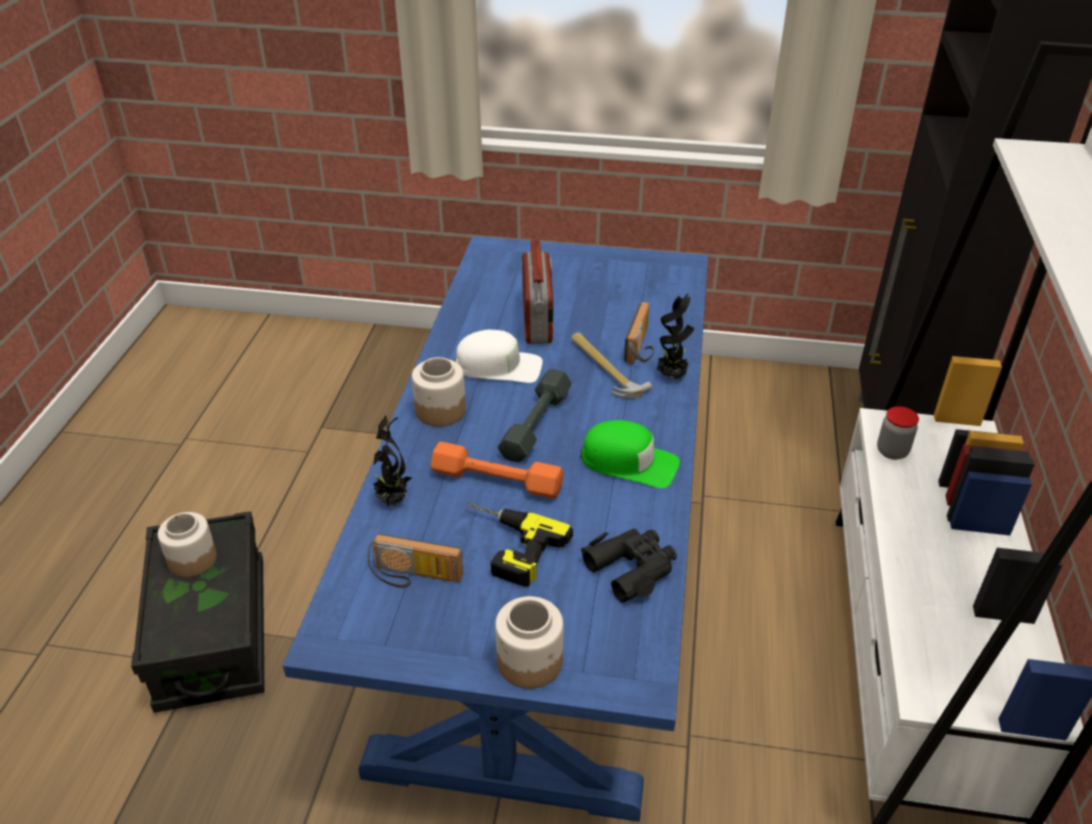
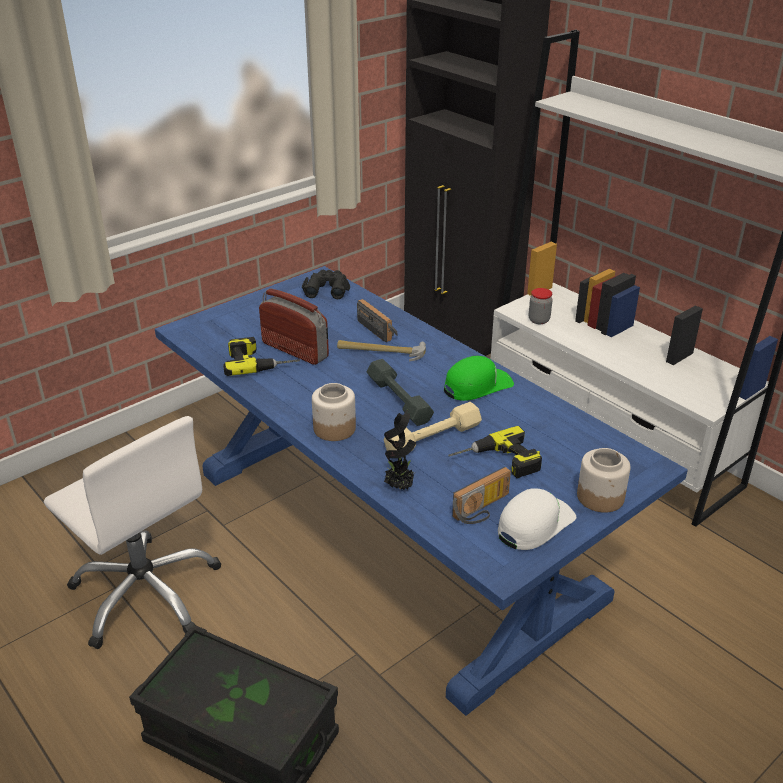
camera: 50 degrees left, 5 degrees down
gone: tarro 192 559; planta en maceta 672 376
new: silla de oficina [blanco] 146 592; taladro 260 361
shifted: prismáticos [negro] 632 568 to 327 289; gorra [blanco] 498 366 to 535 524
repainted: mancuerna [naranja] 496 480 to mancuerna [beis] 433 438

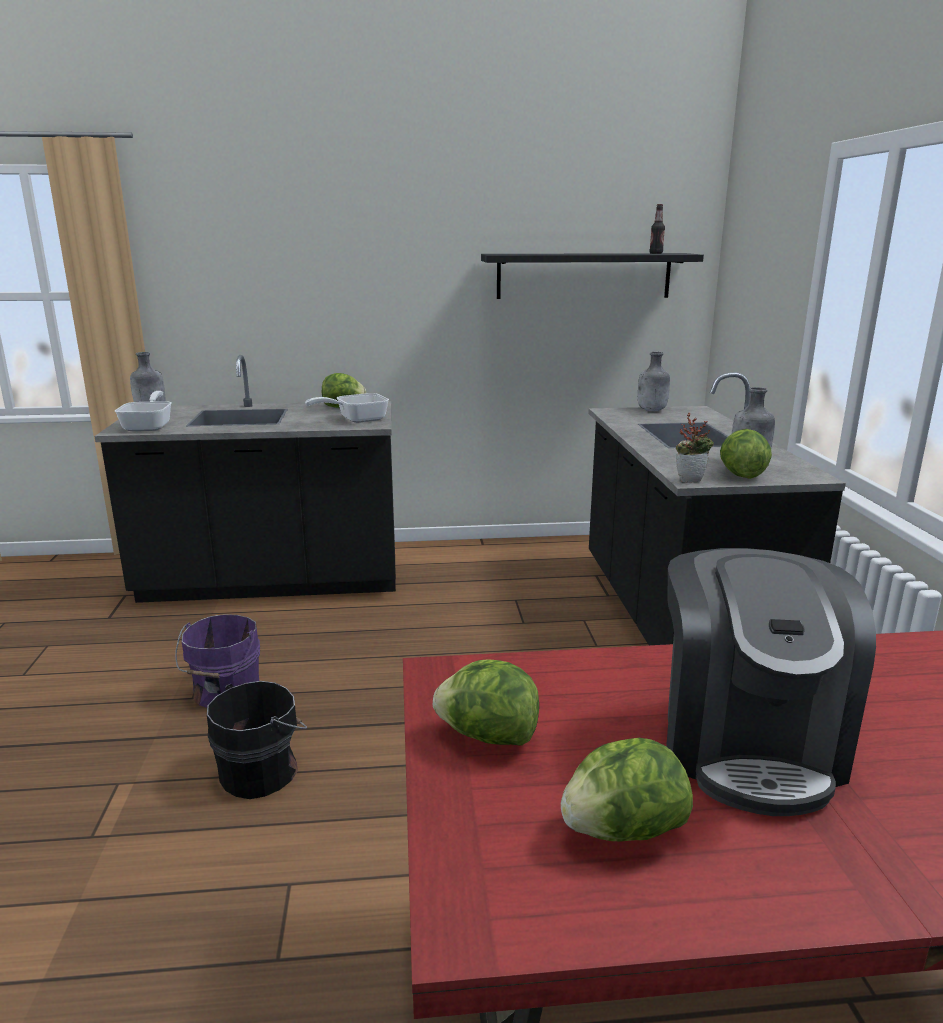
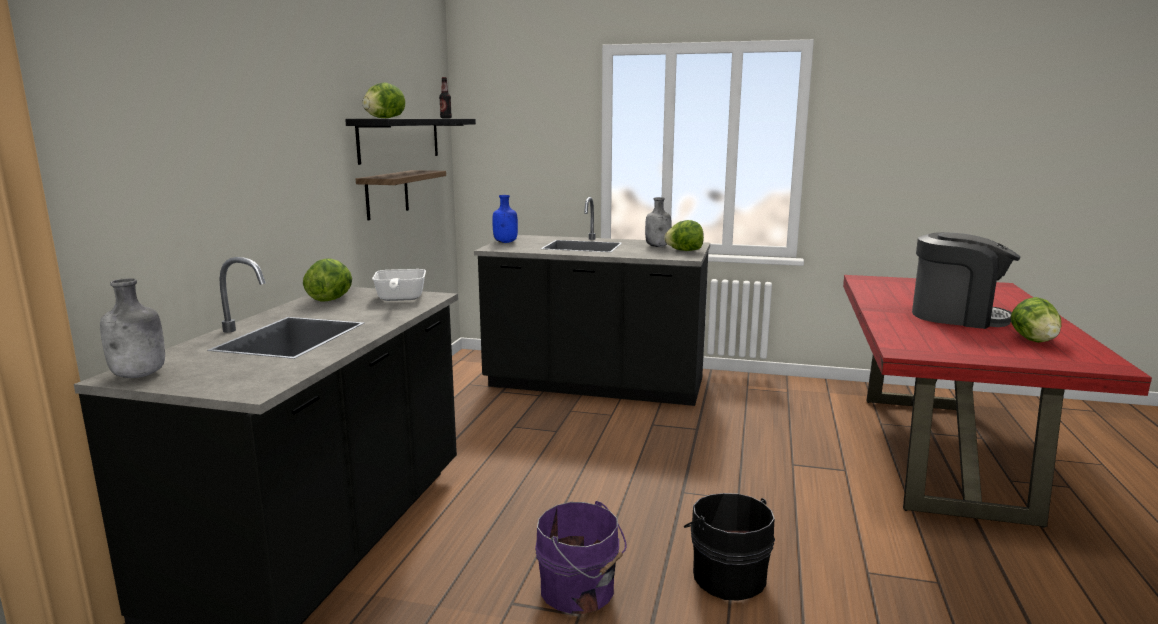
camera: 70 degrees left, 5 degrees down
gone: sartén 150 426; planta en maceta 690 480
new: estante 387 194
shifted: lechuga 488 737 to 384 118
repainted: botella [gris] 652 410 to botella [azul] 506 242

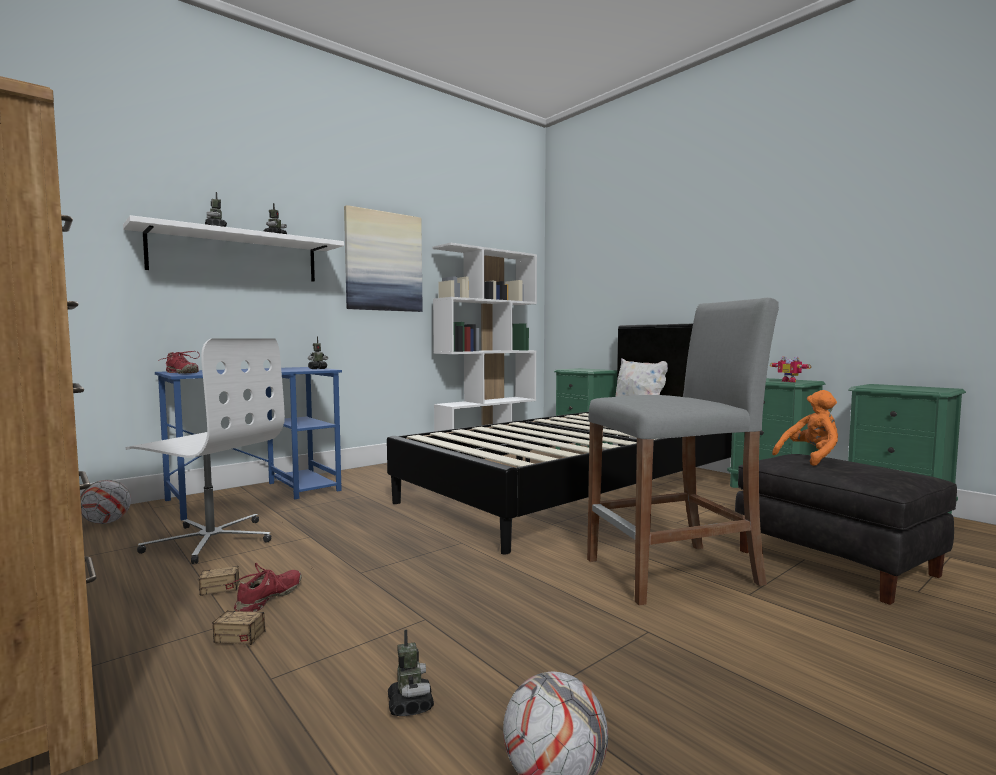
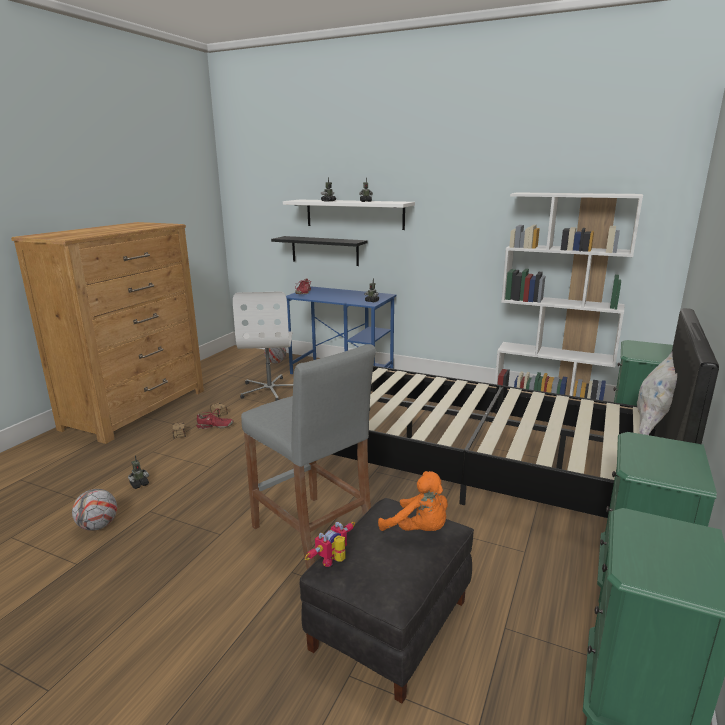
camera: 65 degrees right, 15 degrees up
gone: cuadro 383 262
new: estante [negro] 324 250
shifted: robot de juguete 790 381 to 334 562

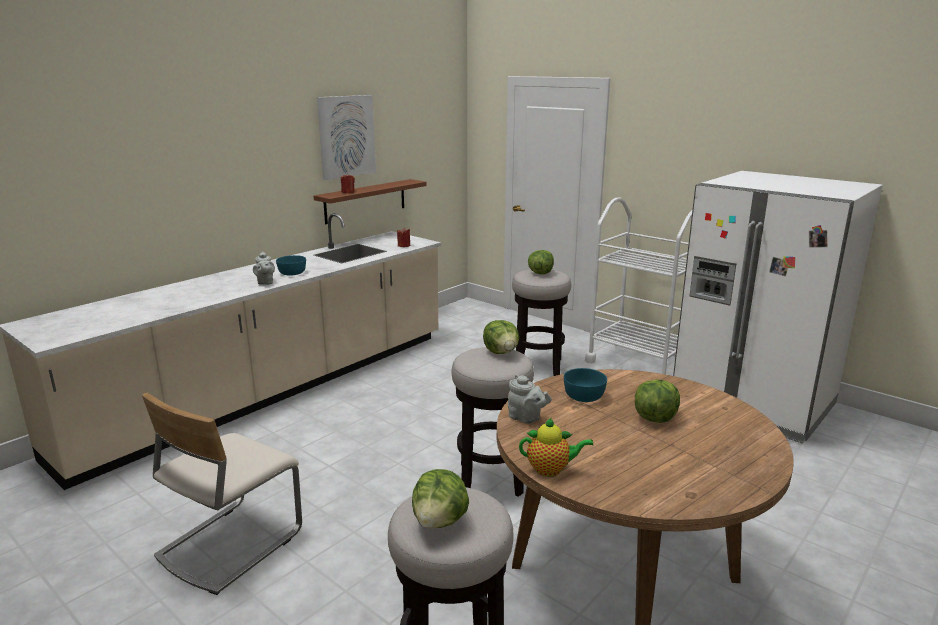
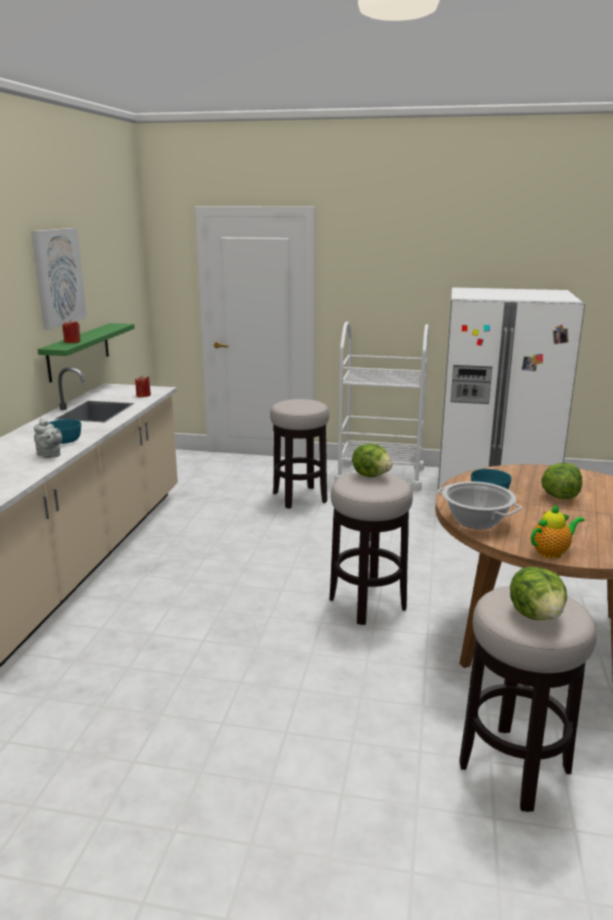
camera: 30 degrees left, 0 degrees up
gone: silla [beis] 229 544; lechuga 540 273
swapped: tetera [gris] 526 418 to olla 475 521
repainted: estante [marrón] 365 201 to estante [verde] 79 351

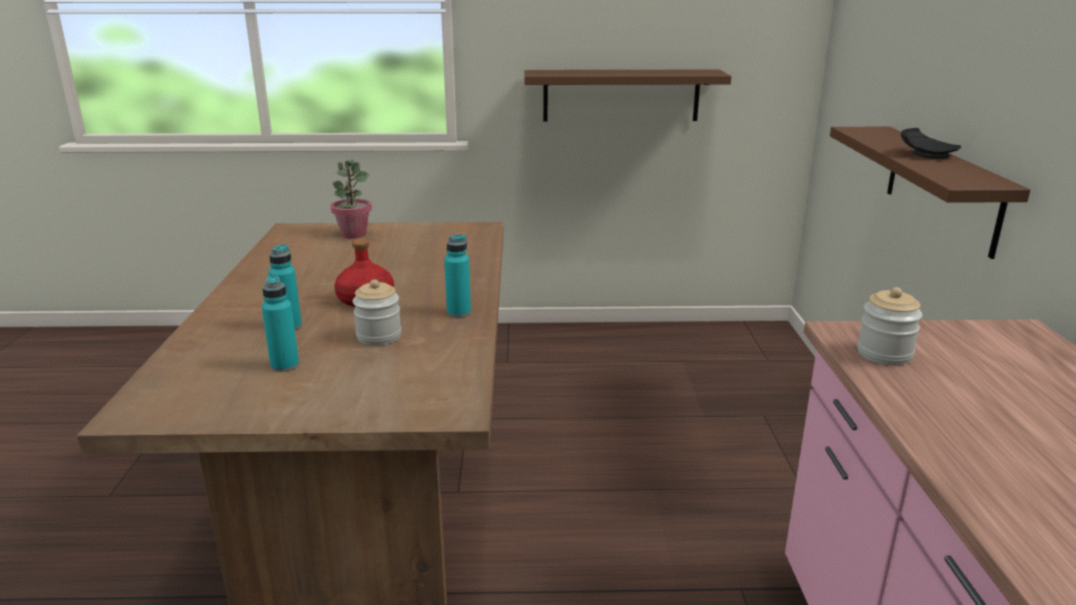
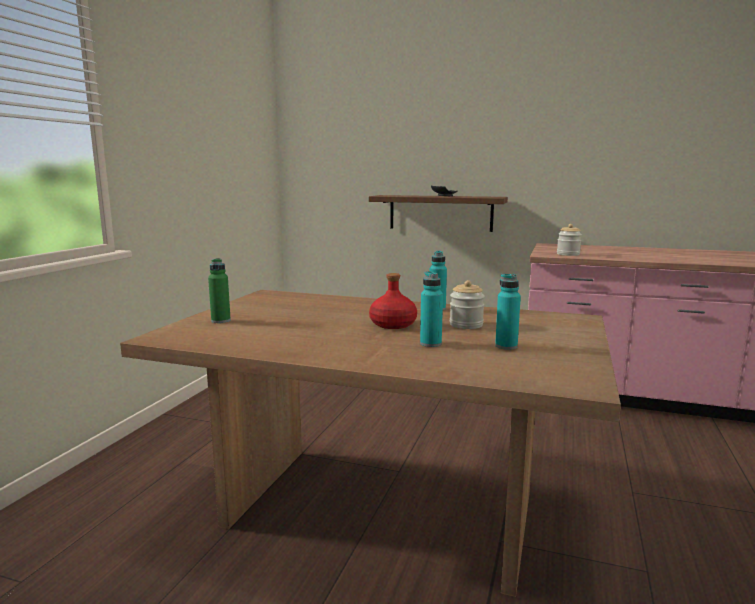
camera: 70 degrees left, 10 degrees down
gone: estante [marrón] 621 95
swapped: planta en maceta 353 234 to botella [verde] 221 320

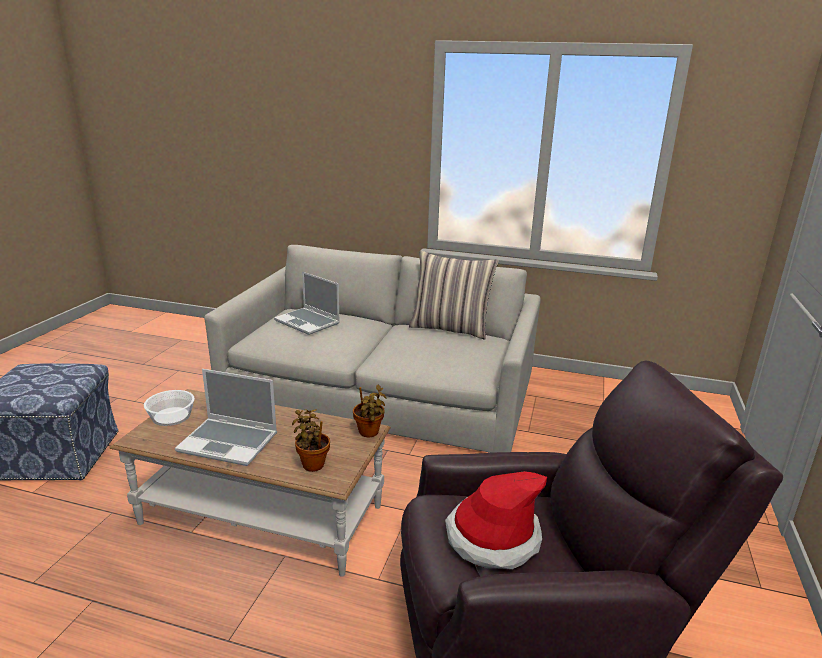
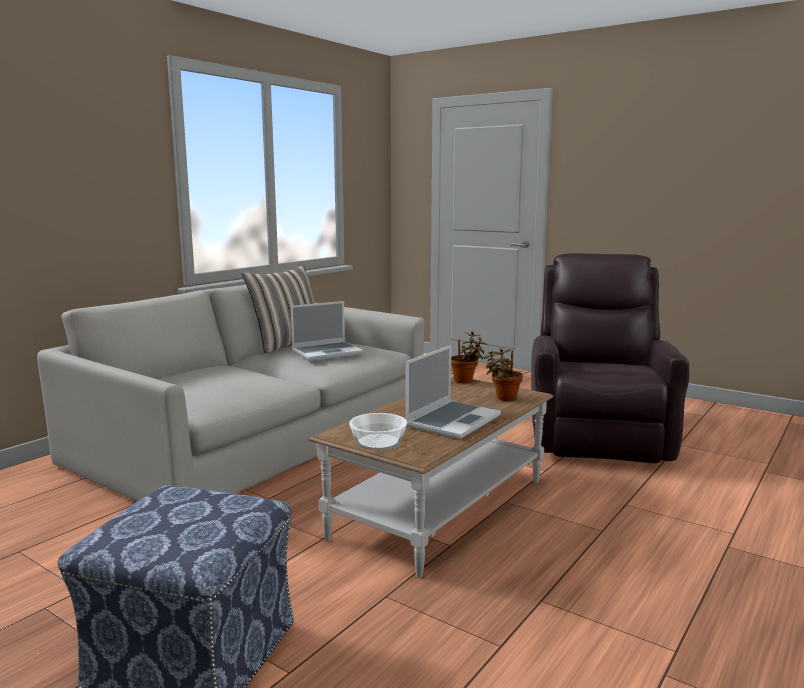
camera: 70 degrees left, 10 degrees down
gone: sombrero 492 538
shifted: portátil 308 322 to 327 352

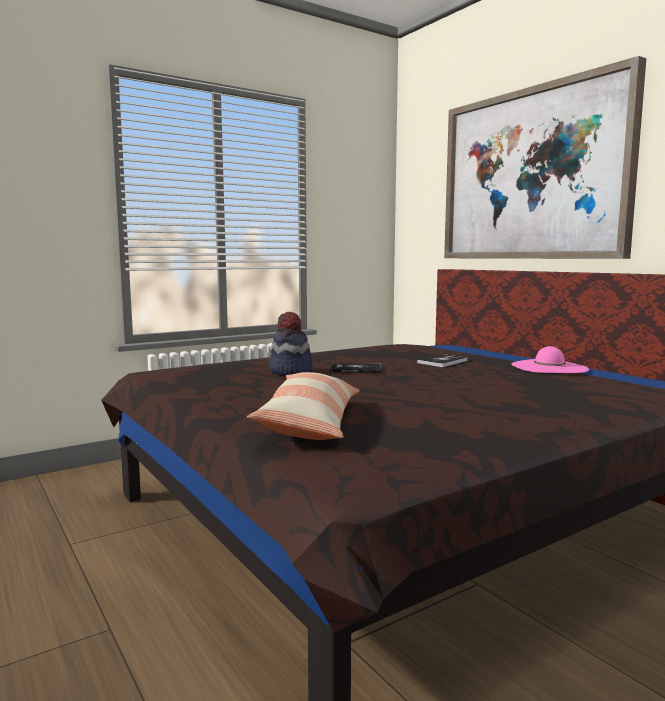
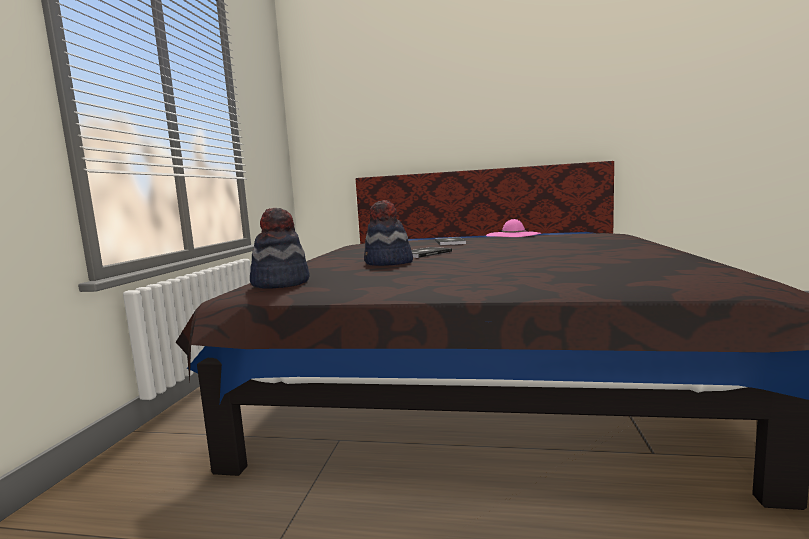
camera: 45 degrees left, 0 degrees up
gone: cojín 311 423; cuadro 531 175
new: sombrero 280 283

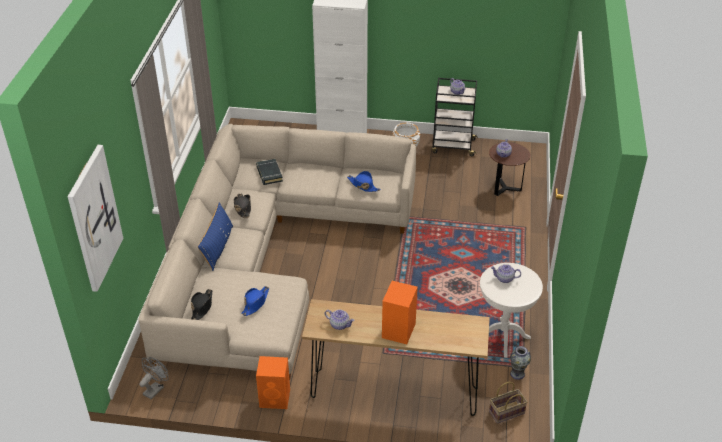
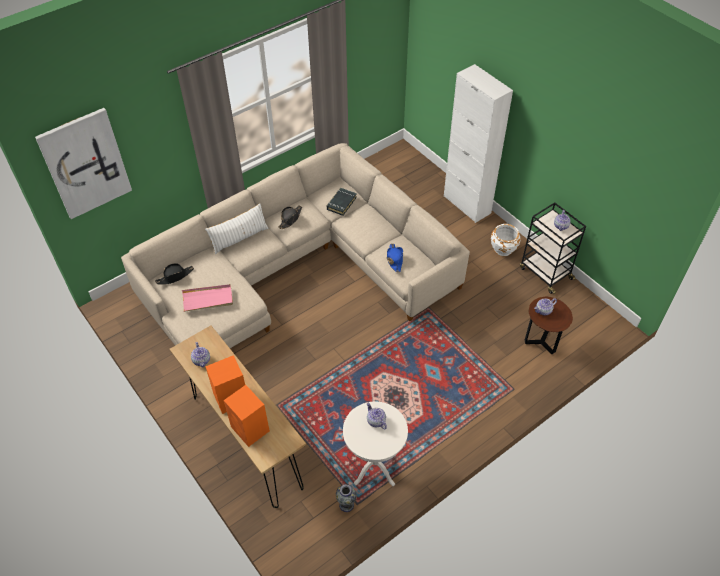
camera: 45 degrees right, 10 degrees up
gone: ventilador [gris] 155 388; cesta 506 413
shifted: altavoz [naranja] 275 398 to 250 429
swapped: sombrero [azul] 255 303 to bandeja [rosa] 208 299
repainted: cojín [azul] 218 247 to cojín [blanco] 239 238

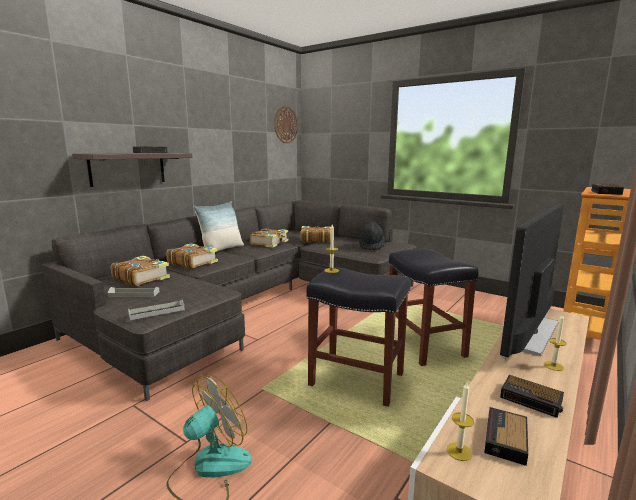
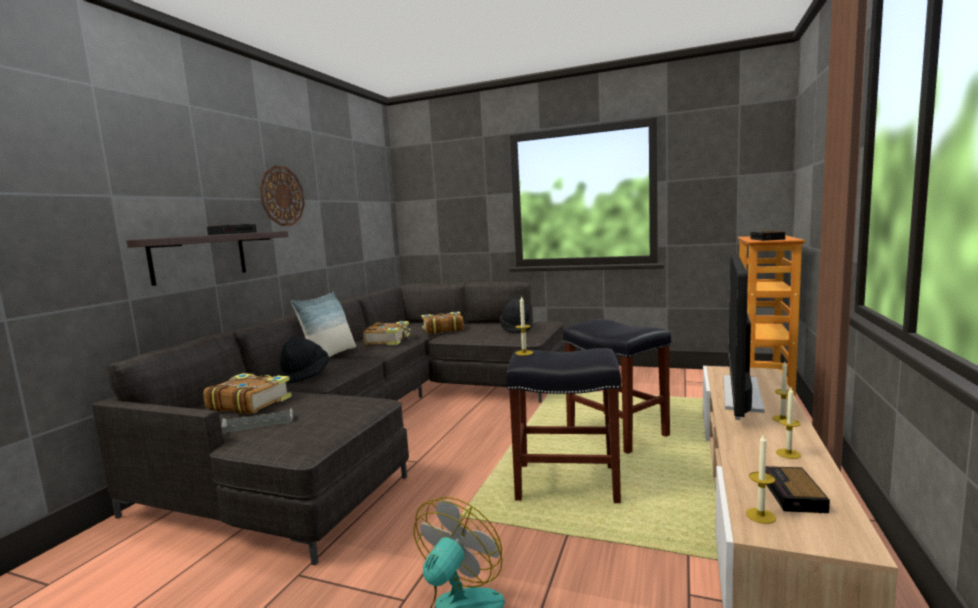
camera: 15 degrees left, 5 degrees down
gone: bandeja [gris] 157 312
shifted: reloj de pared 285 125 to 282 196
swapped: libro 192 262 to sombrero [negro] 305 375; despertador 532 400 to vela 788 453

